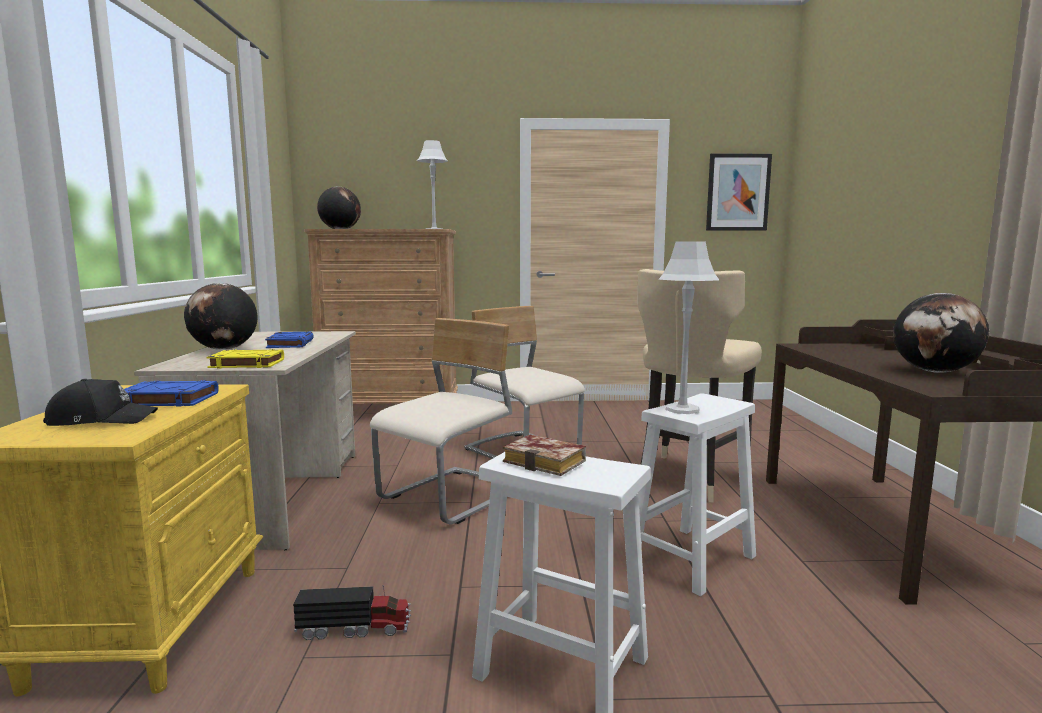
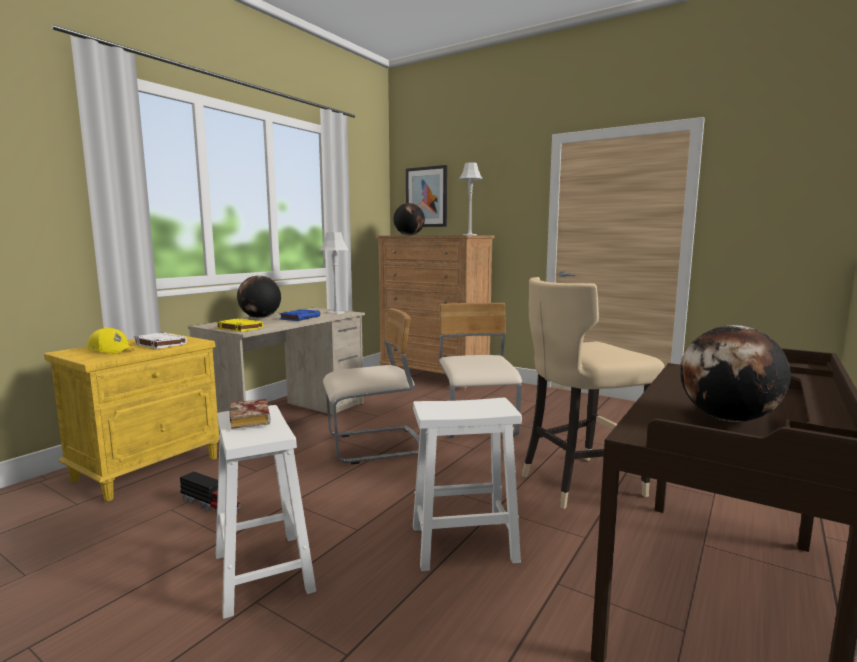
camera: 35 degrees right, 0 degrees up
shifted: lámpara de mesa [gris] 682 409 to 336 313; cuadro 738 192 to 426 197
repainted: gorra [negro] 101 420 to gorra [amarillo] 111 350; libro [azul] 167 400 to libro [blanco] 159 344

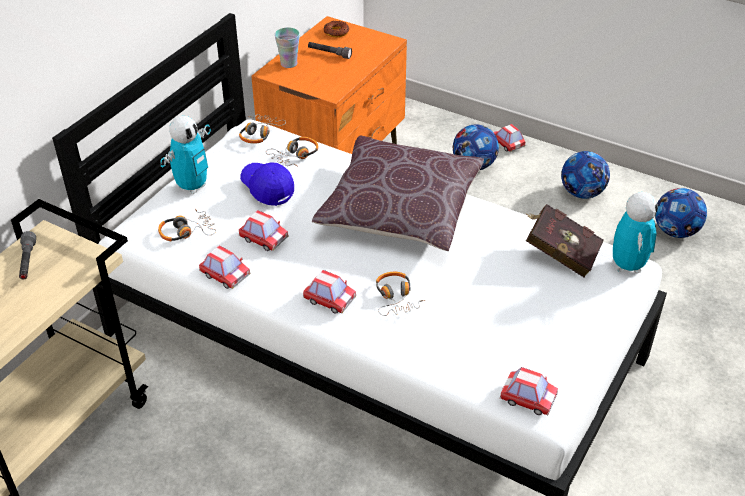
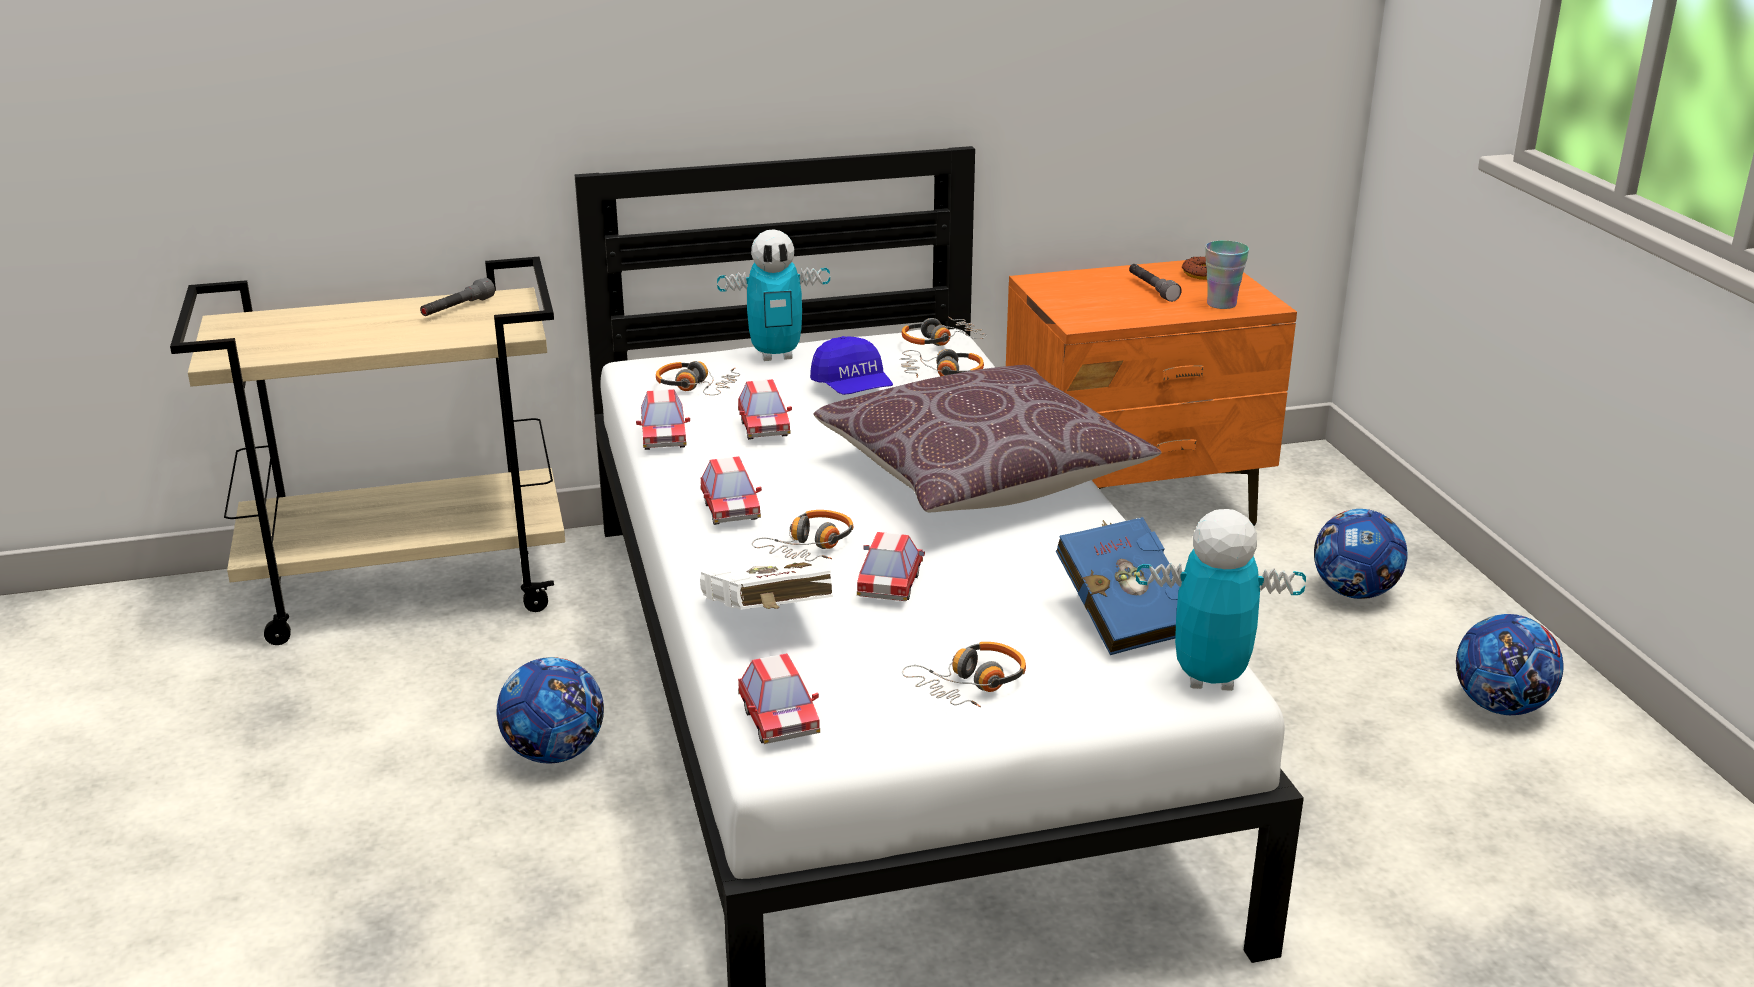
camera: 45 degrees right, 15 degrees down
new: libro [blanco] 766 622; auriculares 970 685
shifted: balón de fútbol 675 231 to 555 753; coche de juguete 507 144 to 890 585; taza 289 64 to 1221 304
repainted: libro [rojo] 559 253 to libro [azul] 1123 614
rotated: gorra [azul] 267 189 = 852 389 150 degrees clockwise; robot de juguete 627 265 = 1209 679 135 degrees counterclockwise

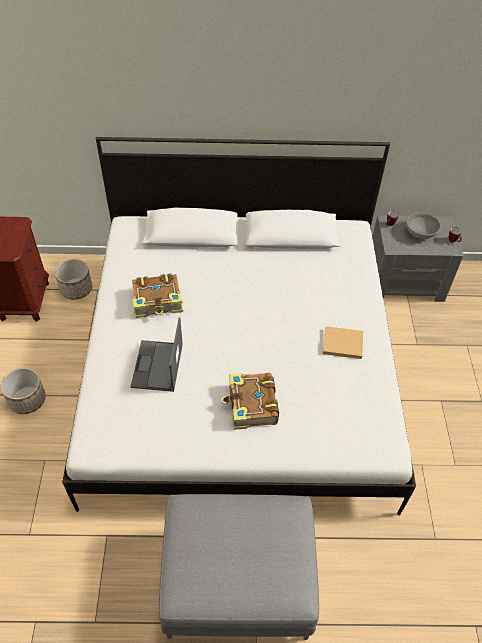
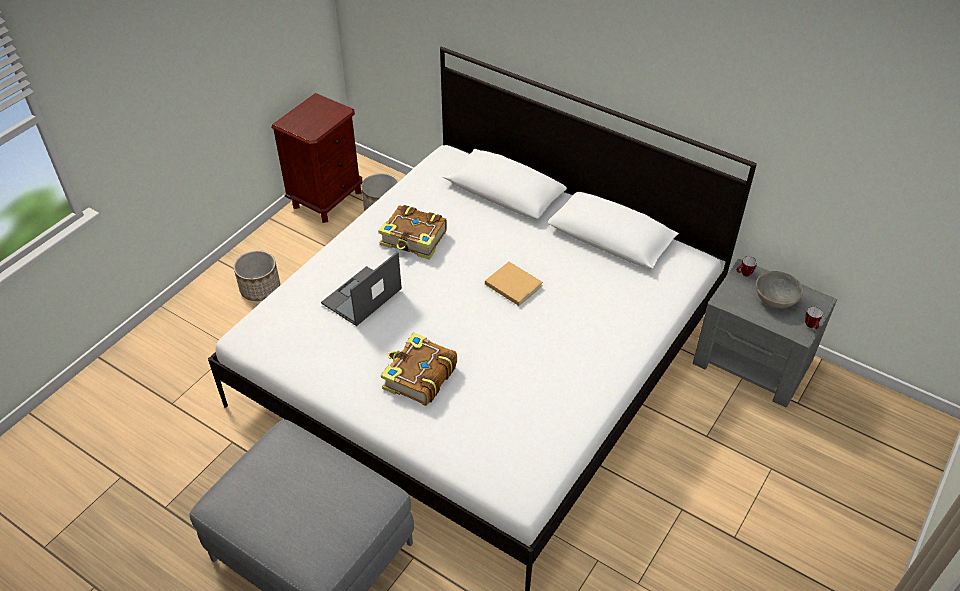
camera: 35 degrees right, 5 degrees down
shifted: libro [beis] 341 343 to 512 284

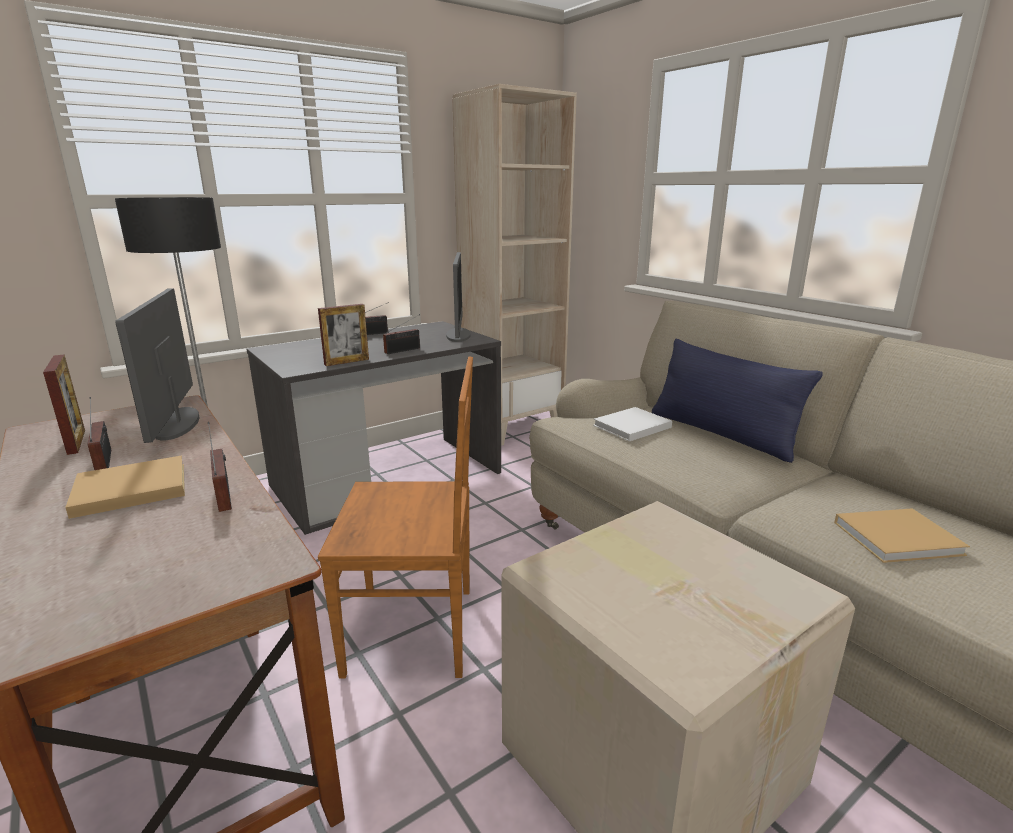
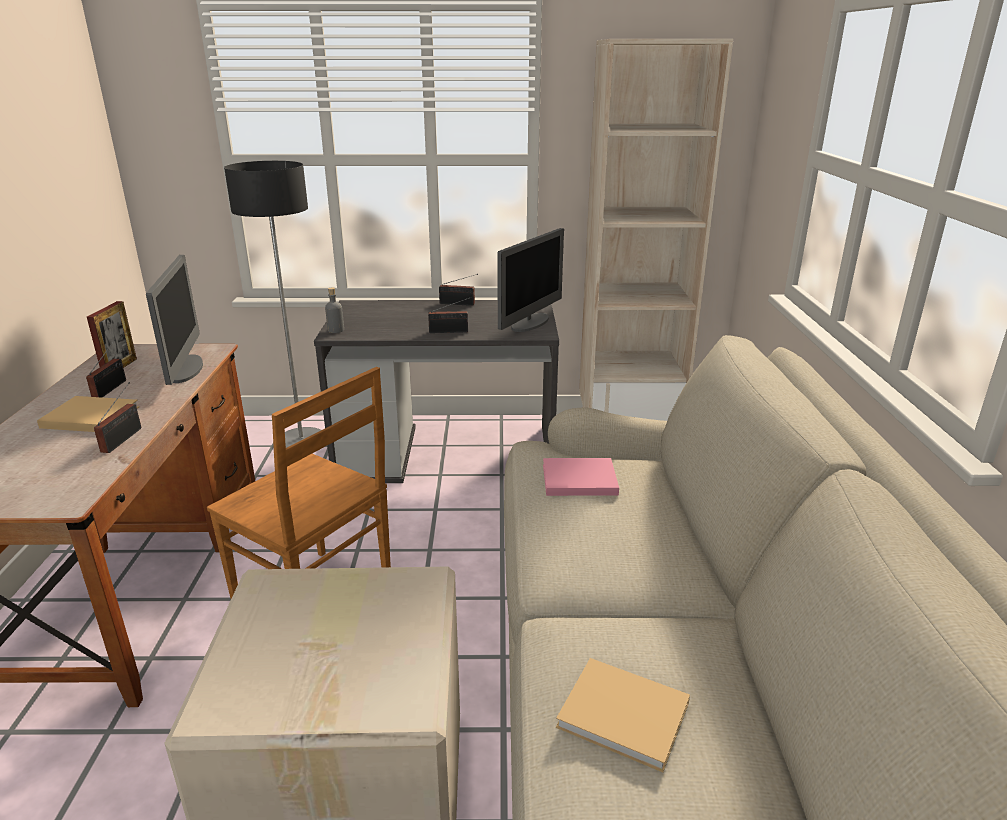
camera: 35 degrees right, 5 degrees up
gone: portarretratos 346 362; cojín [azul] 721 433
new: botella [gris] 336 330
repainted: libro [blanco] 630 427 to libro [rosa] 576 479
rotated: monitor 176 424 = 185 369 150 degrees clockwise

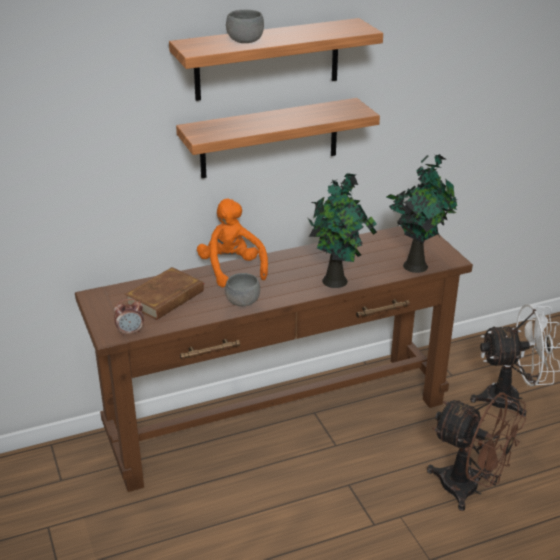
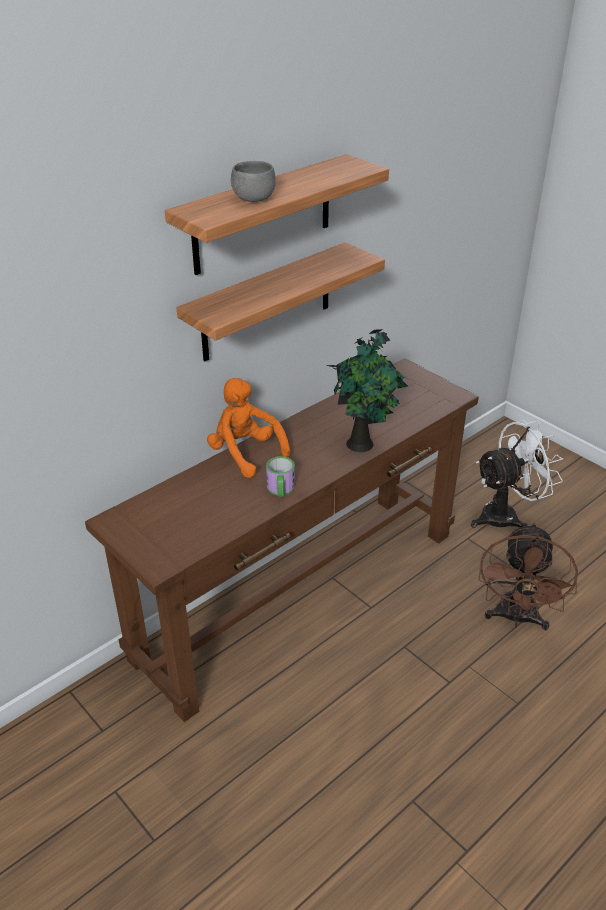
camera: 20 degrees left, 5 degrees up
gone: despertador 130 332; libro [marrón] 166 298; planta en maceta 416 265
swapped: cuenco [gris] 242 302 to taza grande 280 490
rotated: ventilador [marrón] 469 489 = 516 619 90 degrees clockwise

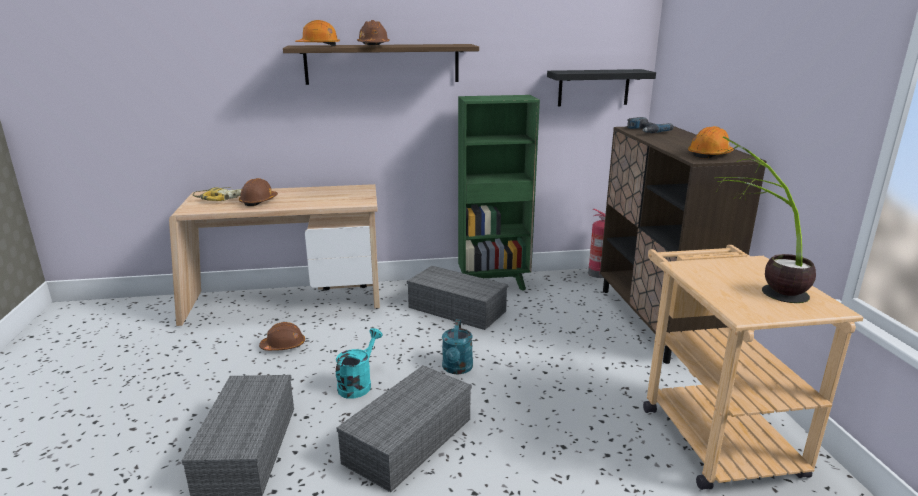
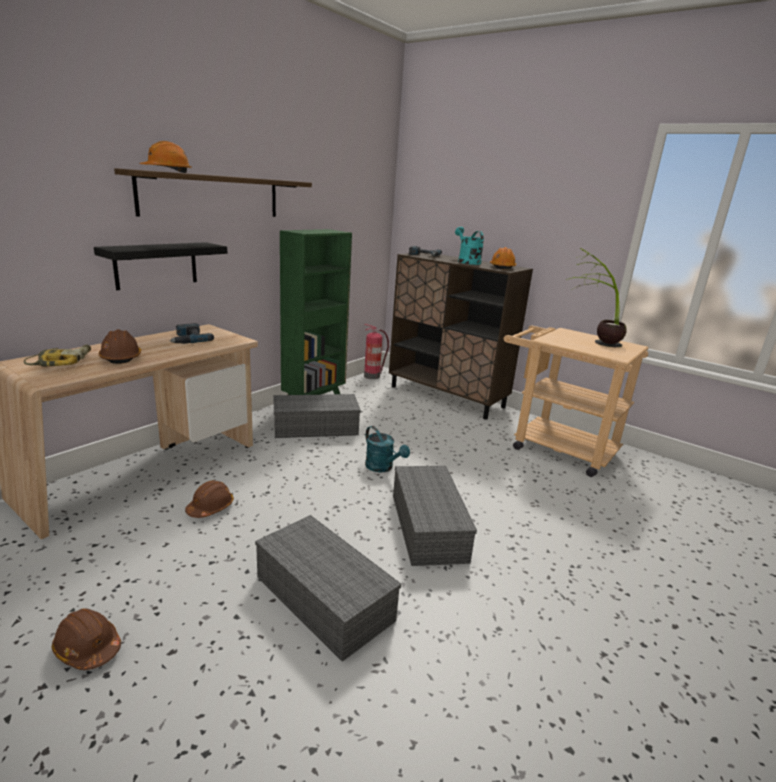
camera: 45 degrees left, 0 degrees up
new: taladro 188 339
shifted: casco [marrón] 373 46 to 88 648; estante [negro] 593 87 to 156 265; regadera [turquesa] 358 384 to 467 262

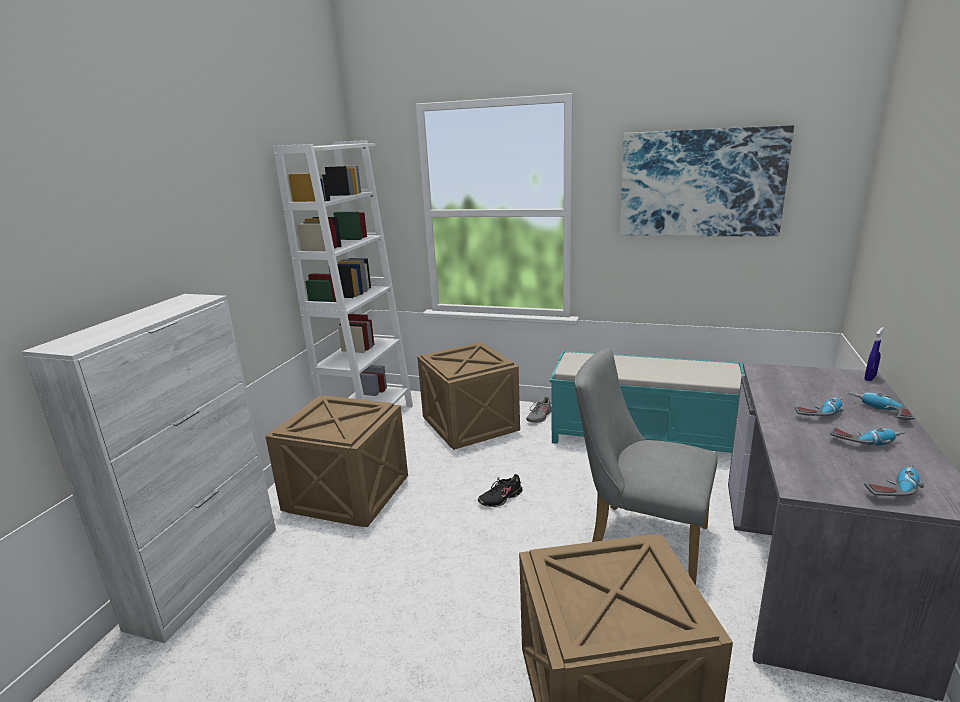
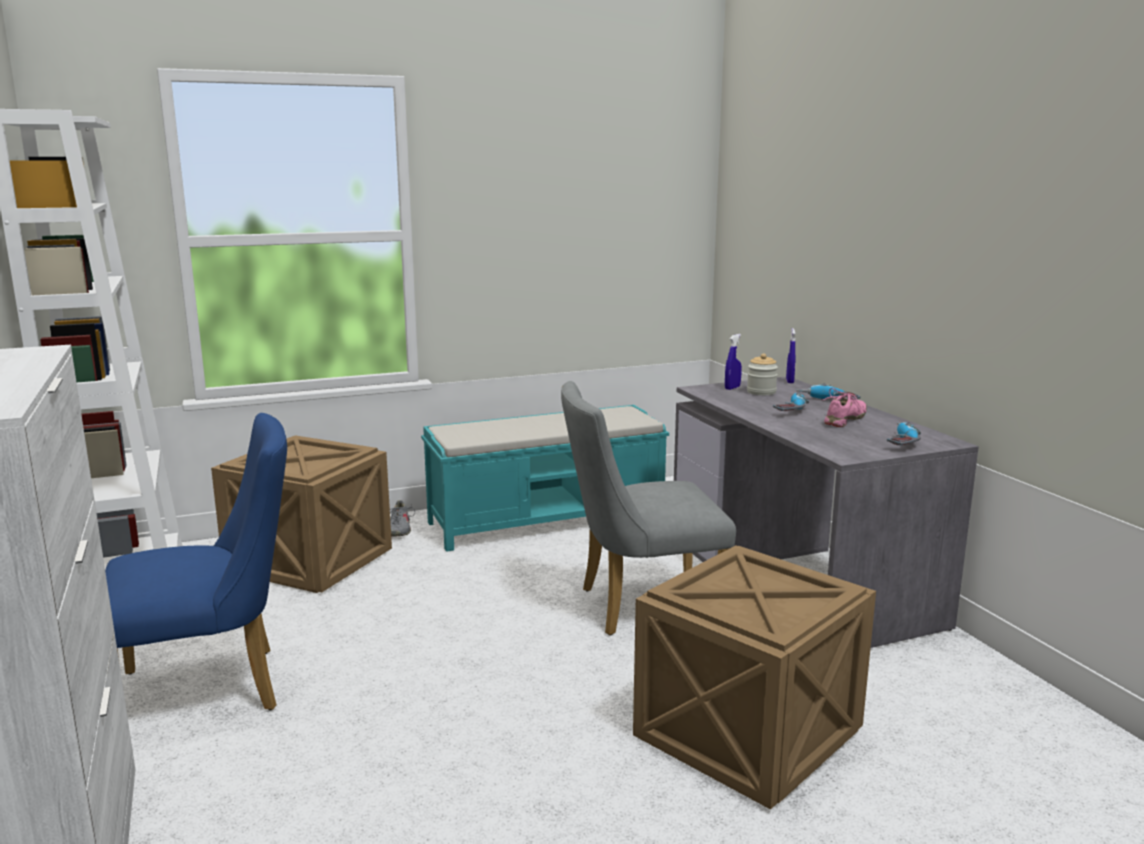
camera: 40 degrees left, 5 degrees down
gone: zapato [negro] 500 498; cuadro 700 183
new: pulverizador [azul] 732 388; tarro 761 392
swapped: caja de embalaje 348 495 to silla [azul] 214 690; taladro 866 441 to zapato [rosa] 845 420

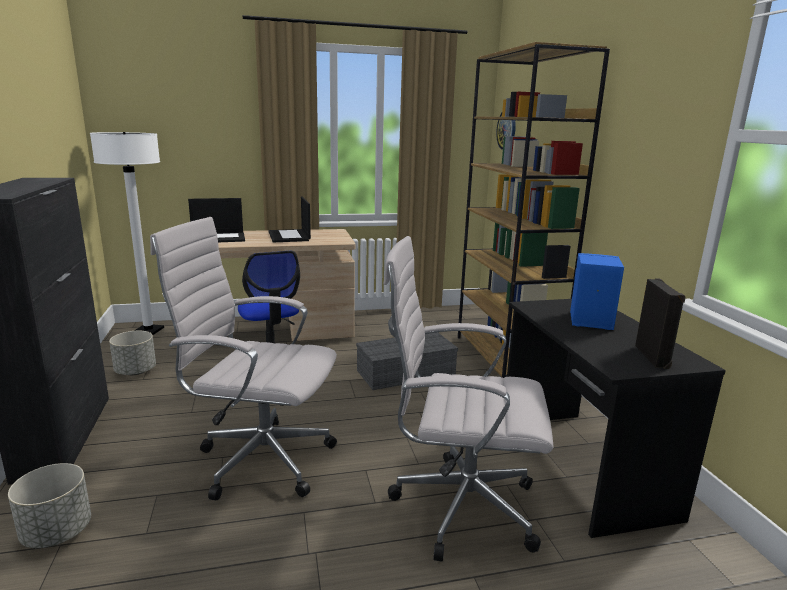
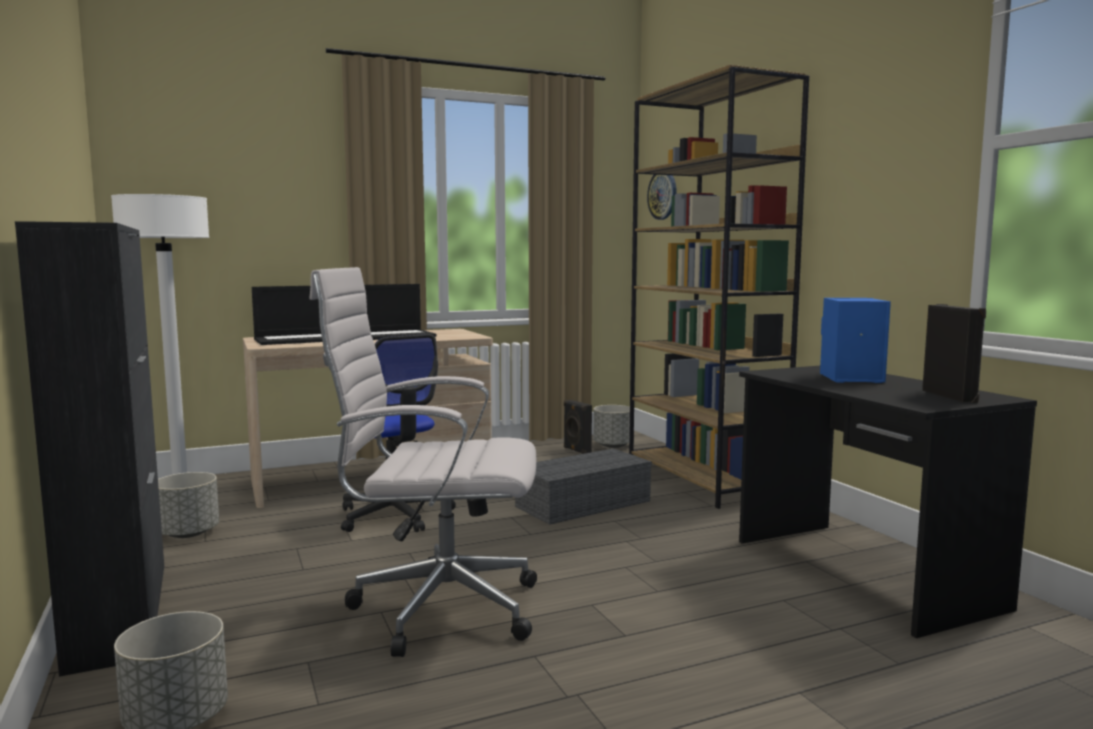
camera: 10 degrees left, 10 degrees down
gone: silla de oficina [blanco] 457 506
new: altavoz [negro] 576 450; maceta [gris] 613 446
rotated: portátil 289 236 = 395 335 90 degrees counterclockwise

